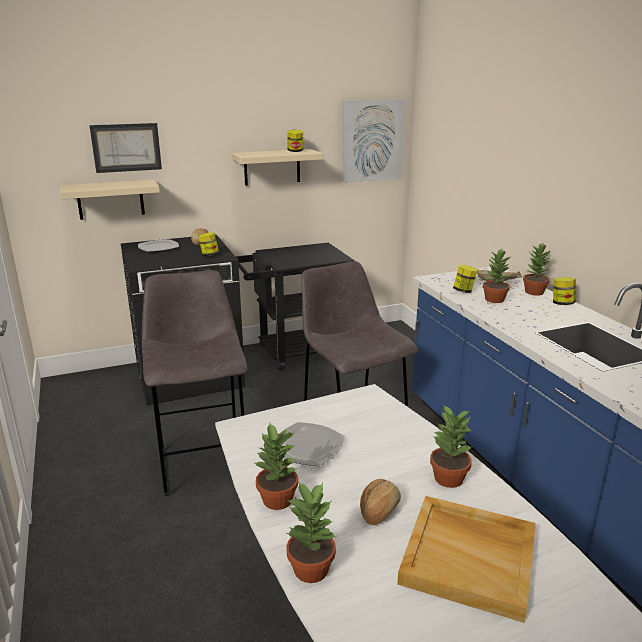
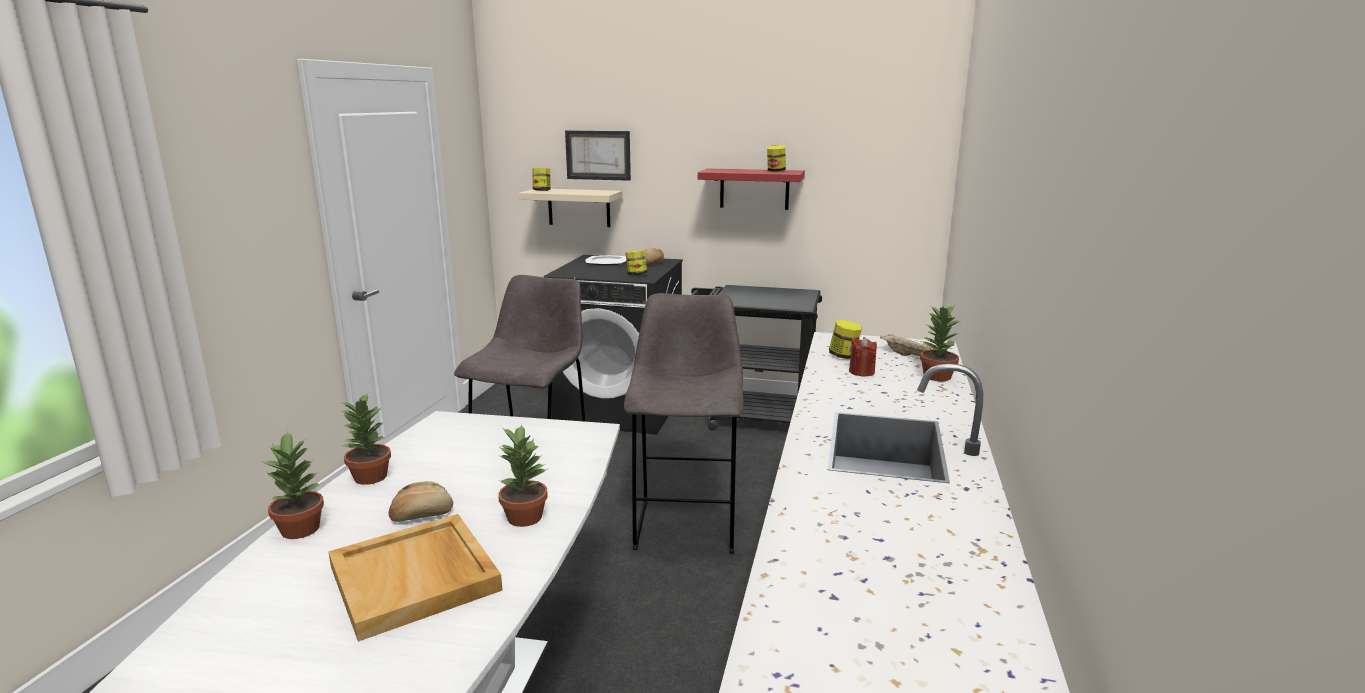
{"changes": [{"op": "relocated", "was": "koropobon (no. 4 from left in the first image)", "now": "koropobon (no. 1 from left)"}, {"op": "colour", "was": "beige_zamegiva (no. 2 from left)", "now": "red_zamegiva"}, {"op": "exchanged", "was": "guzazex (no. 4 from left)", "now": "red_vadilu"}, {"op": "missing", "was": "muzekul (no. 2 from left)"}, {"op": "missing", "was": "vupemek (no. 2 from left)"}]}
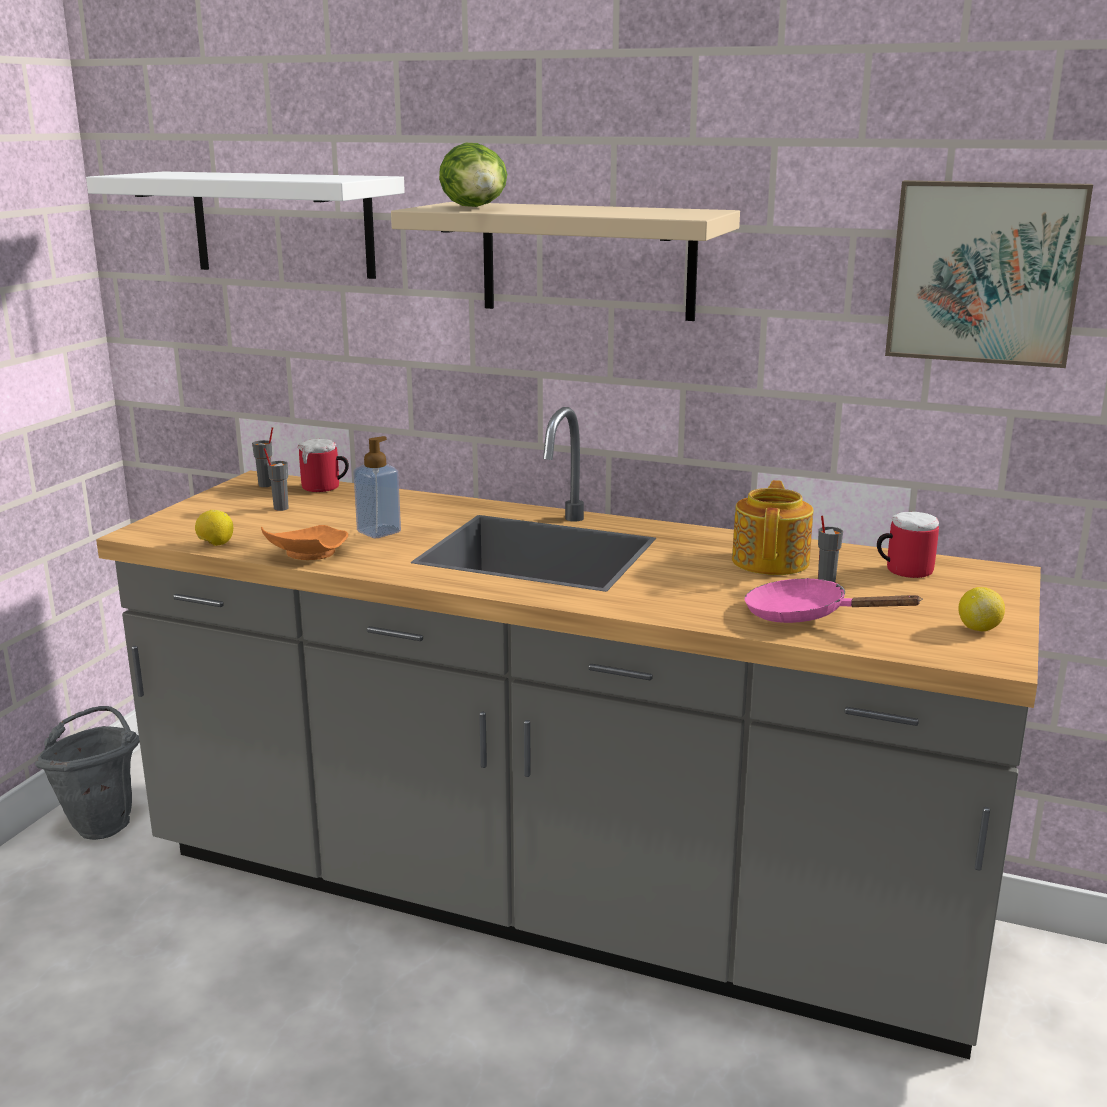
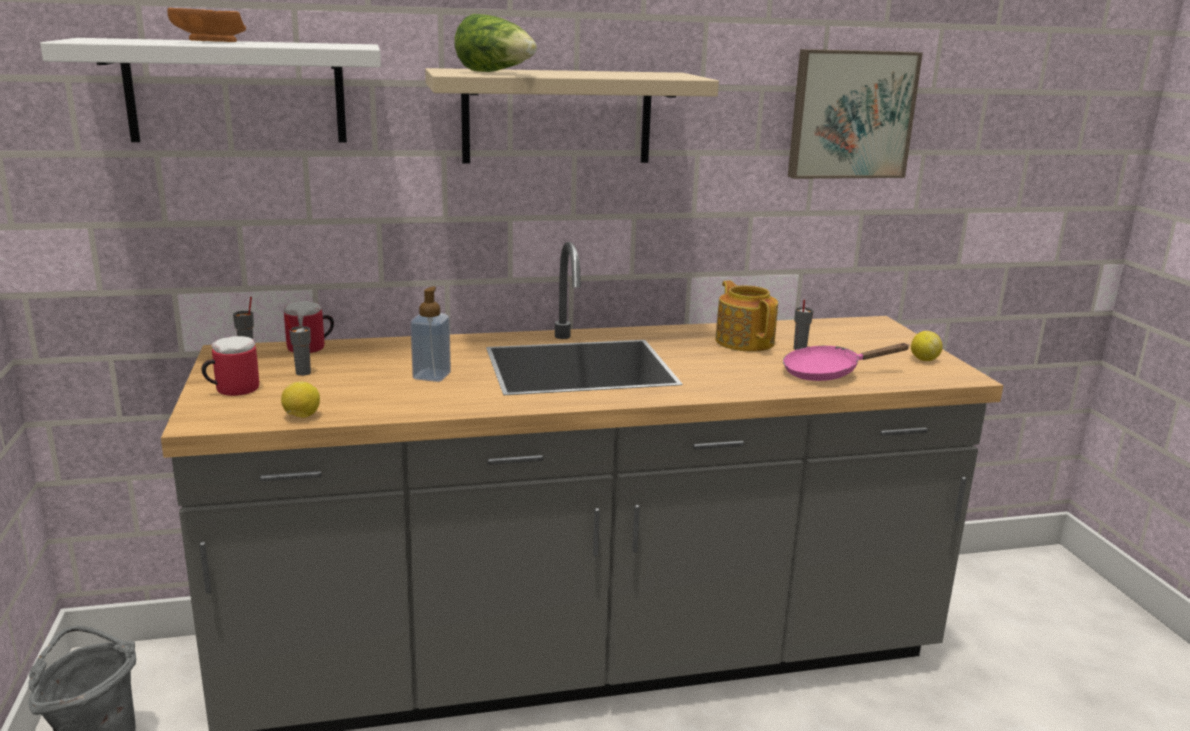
{"changes": [{"op": "relocated", "was": "orange_muzekul"}, {"op": "relocated", "was": "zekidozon (no. 2 from left in the first image)", "now": "zekidozon (no. 1 from left)"}]}
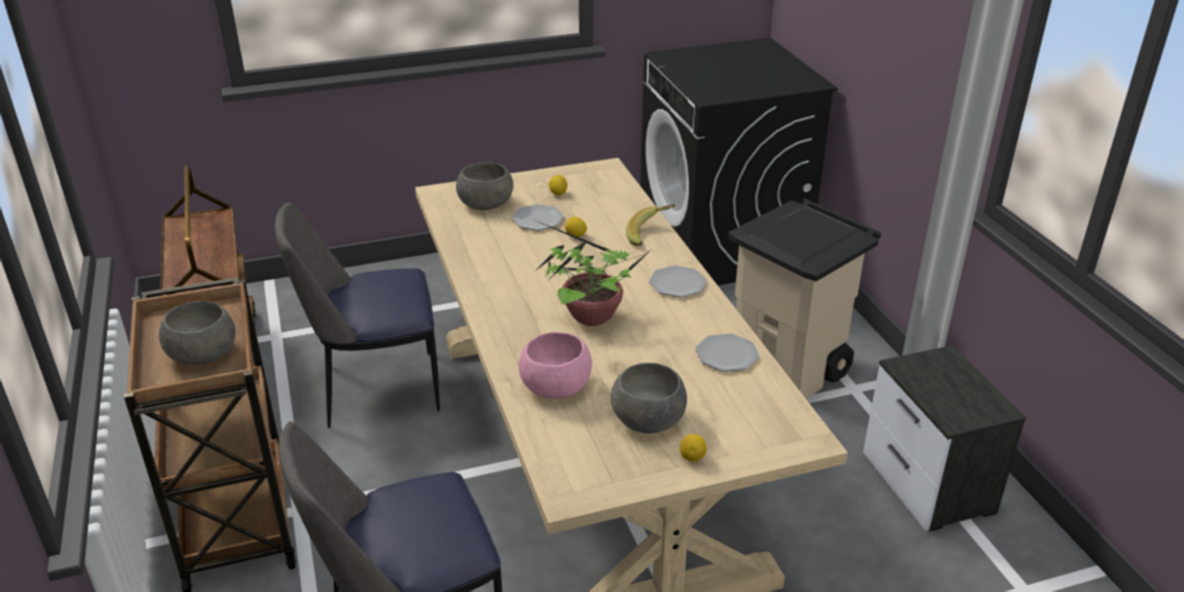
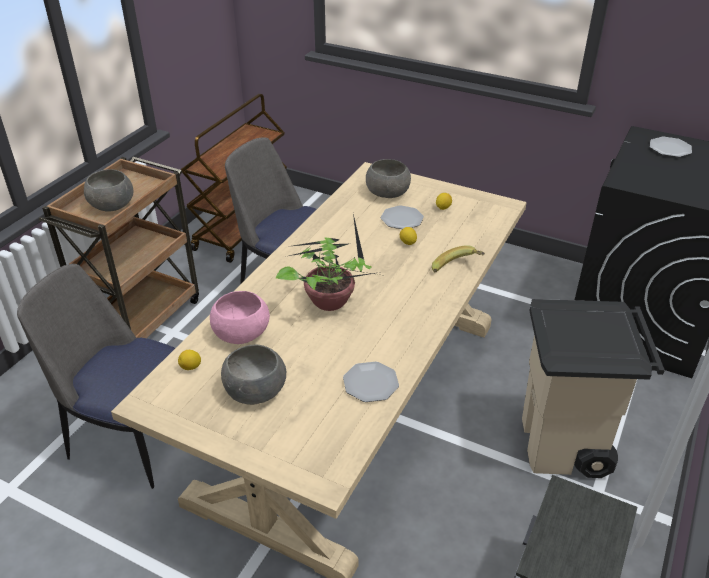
{"changes": [{"op": "relocated", "was": "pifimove (no. 3 from left in the first image)", "now": "pifimove (no. 1 from left)"}, {"op": "relocated", "was": "muzekul (no. 2 from left in the first image)", "now": "muzekul (no. 3 from left)"}]}
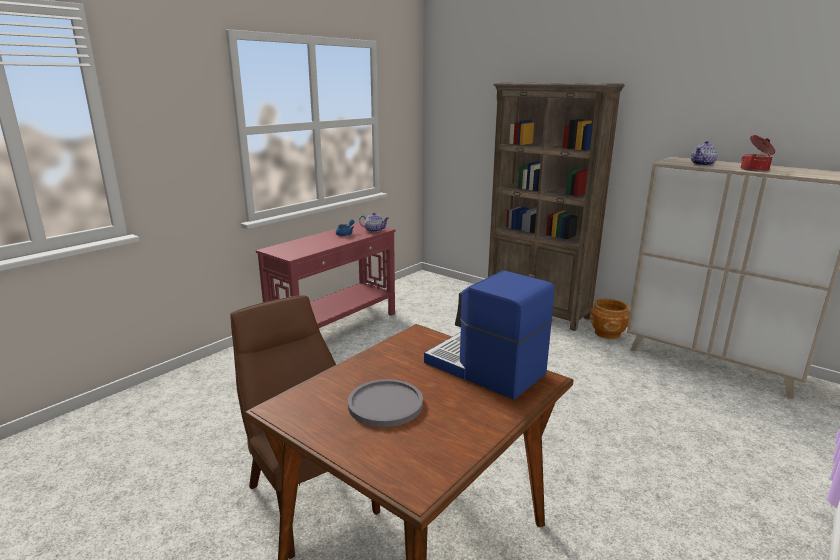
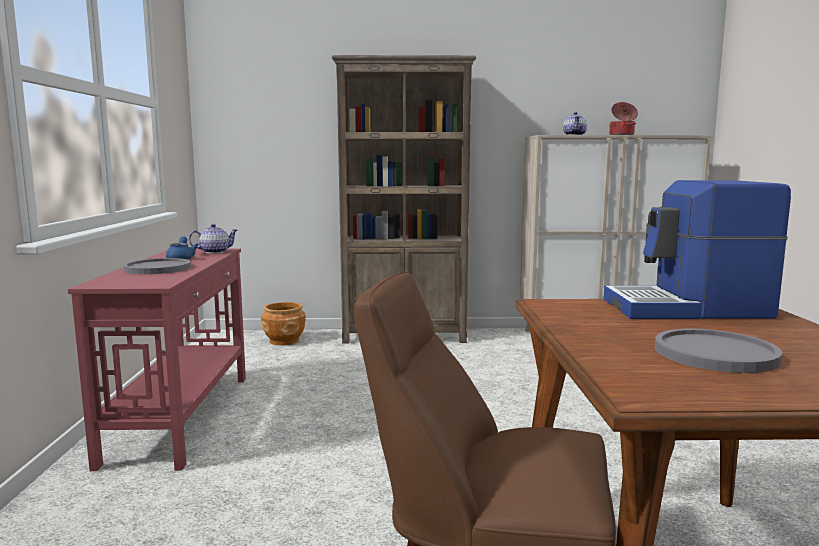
{"changes": [{"op": "appeared", "now": "grey_muzekul (no. 1 from left)"}, {"op": "relocated", "was": "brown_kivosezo"}]}
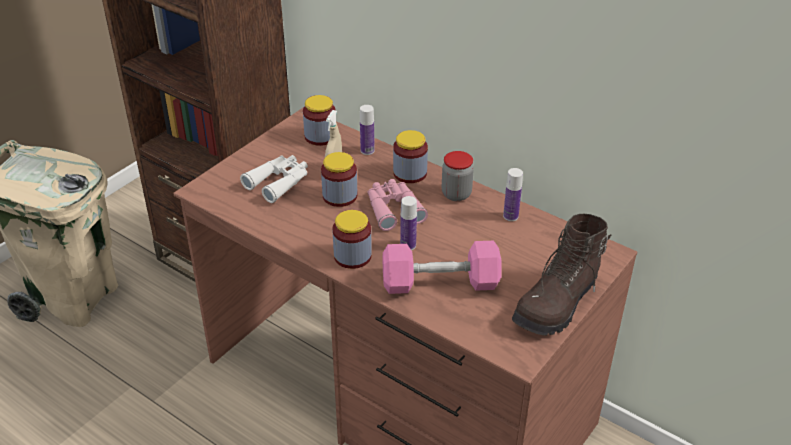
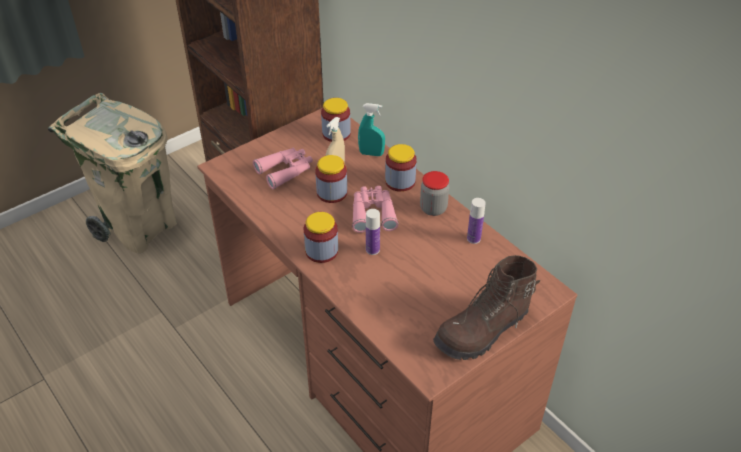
{"changes": [{"op": "colour", "was": "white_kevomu", "now": "pink_kevomu (no. 1 from left)"}, {"op": "exchanged", "was": "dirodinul (no. 1 from left)", "now": "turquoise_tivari"}, {"op": "missing", "was": "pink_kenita"}]}
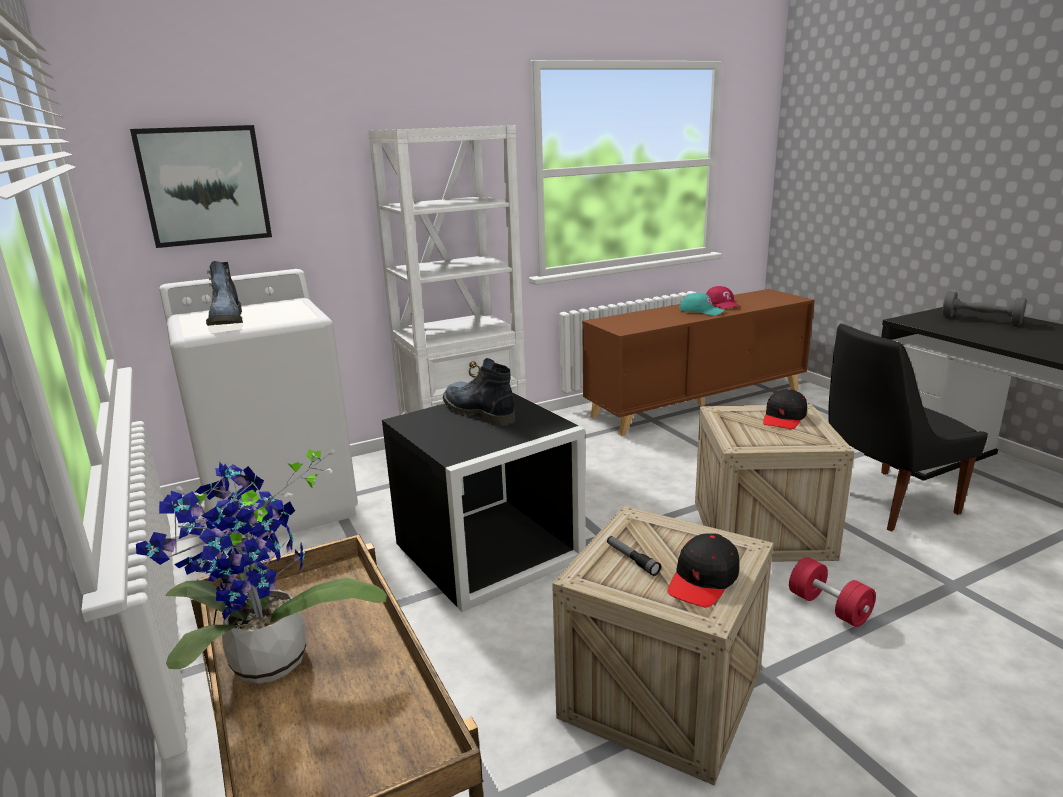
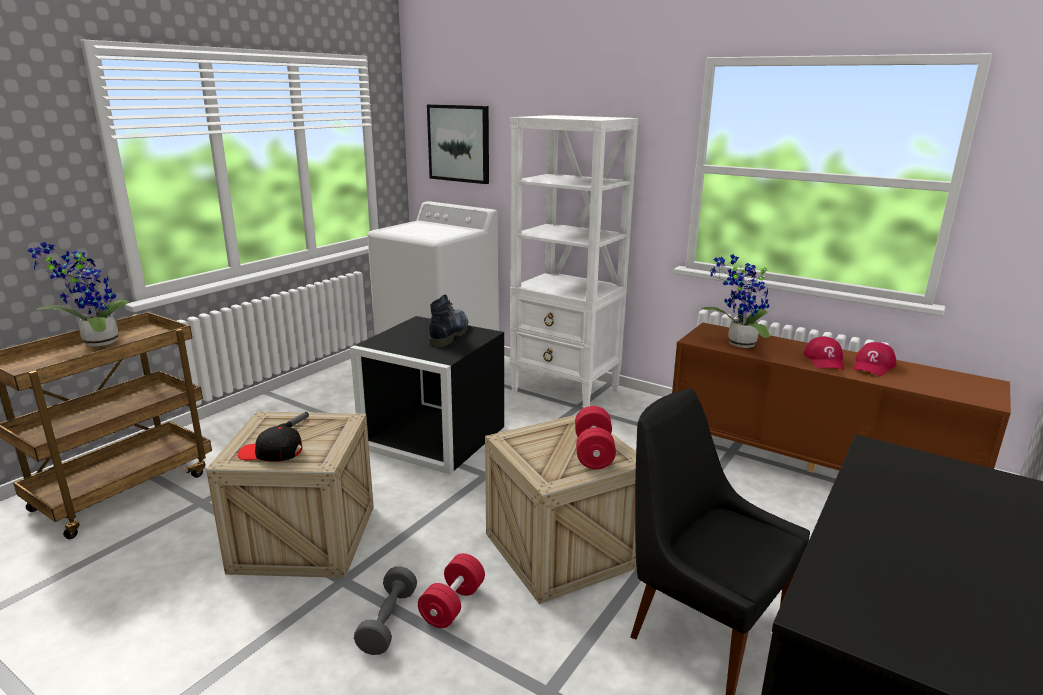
{"changes": [{"op": "relocated", "was": "grey_kenita"}, {"op": "exchanged", "was": "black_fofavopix (no. 2 from left)", "now": "red_kenita (no. 2 from left)"}, {"op": "appeared", "now": "guzazex (no. 2 from left)"}, {"op": "colour", "was": "turquoise_fofavopix", "now": "red_fofavopix (no. 1 from left)"}, {"op": "missing", "was": "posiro (no. 1 from left)"}]}
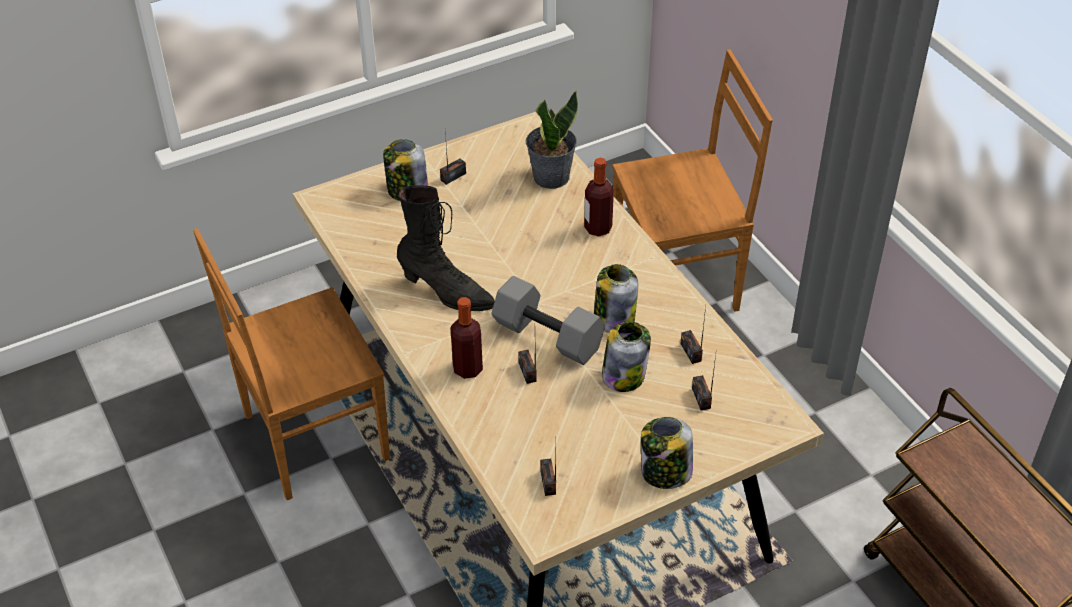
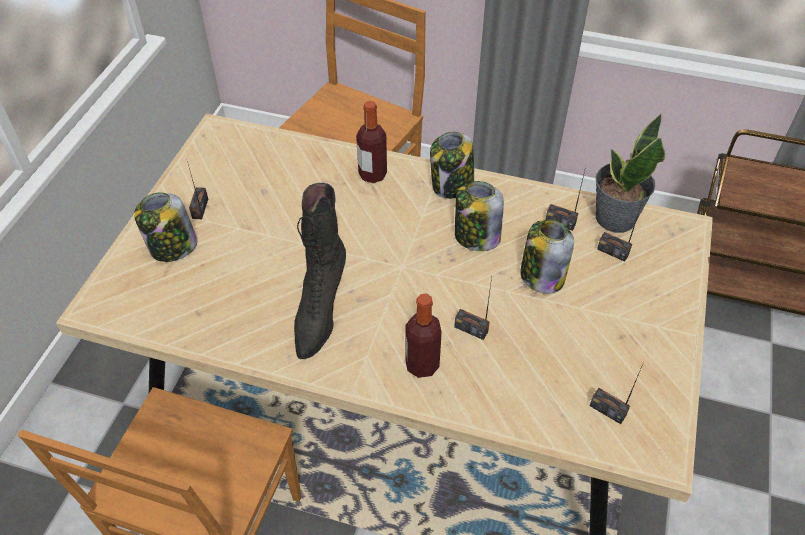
{"changes": [{"op": "spun", "was": "black_posiro", "clockwise": 120}, {"op": "relocated", "was": "koropobon (no. 4 from left in the first image)", "now": "koropobon (no. 2 from left)"}, {"op": "relocated", "was": "guzazex"}, {"op": "missing", "was": "grey_kenita"}]}
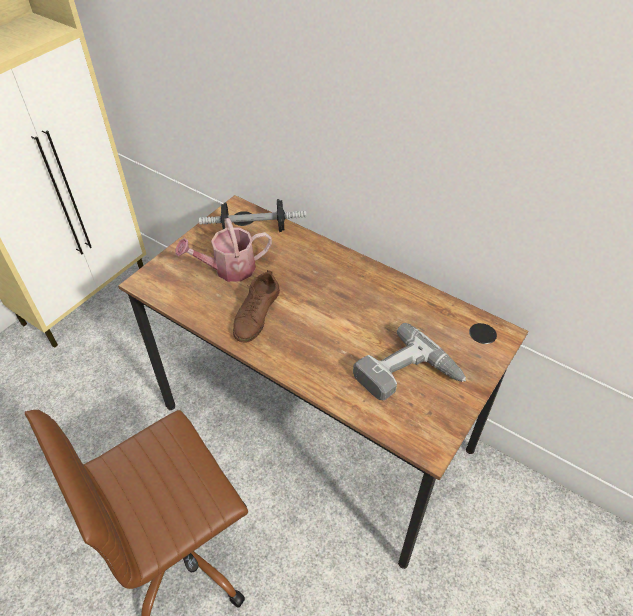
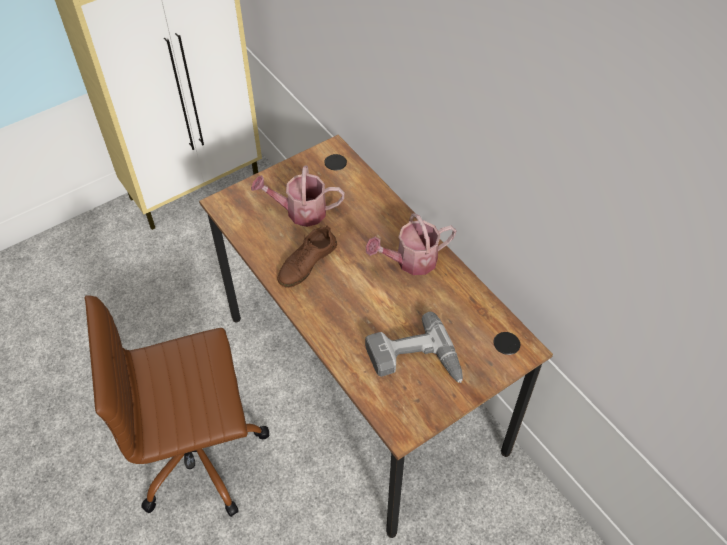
{"changes": [{"op": "appeared", "now": "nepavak (no. 2 from left)"}, {"op": "missing", "was": "kenita"}]}
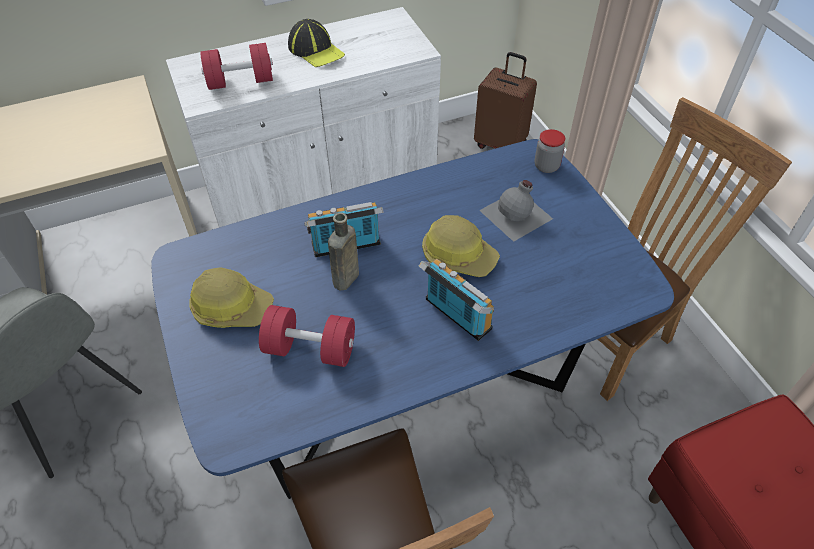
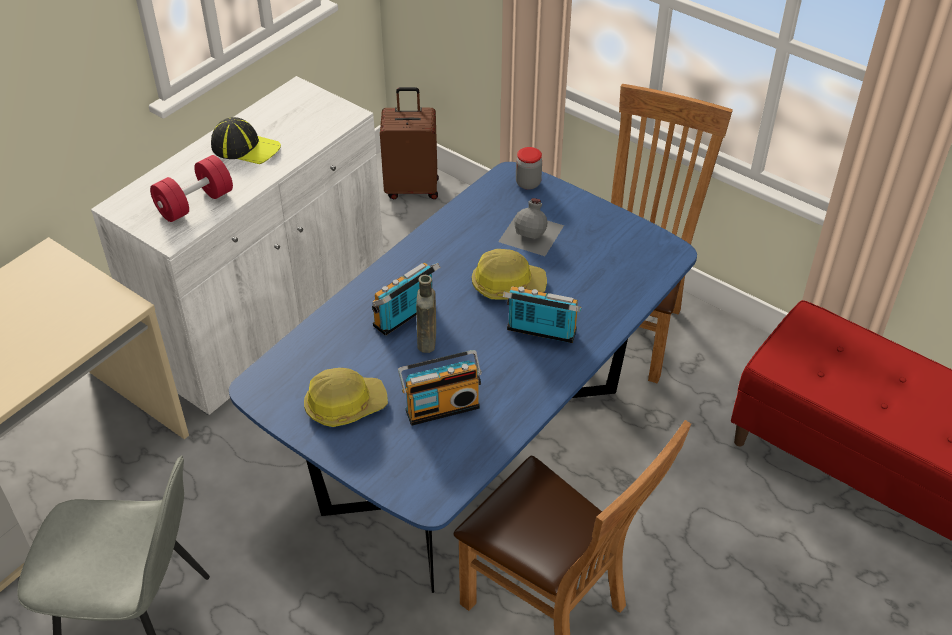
{"changes": [{"op": "exchanged", "was": "red_kenita (no. 2 from left)", "now": "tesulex (no. 2 from left)"}]}
